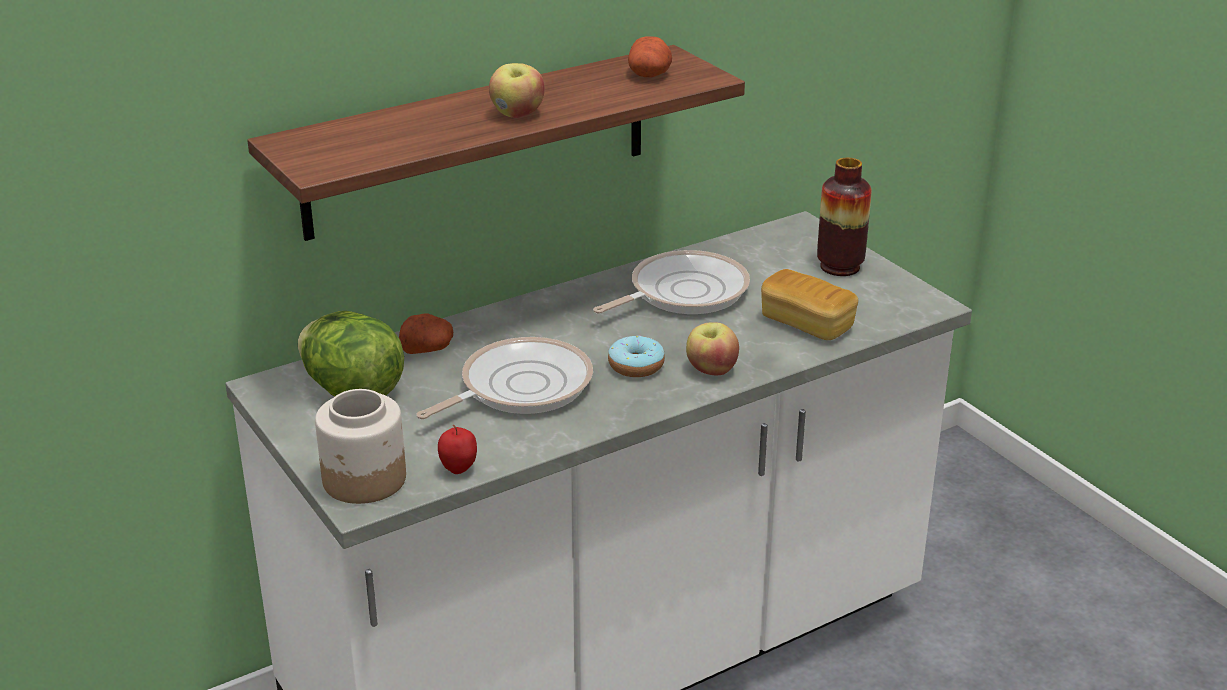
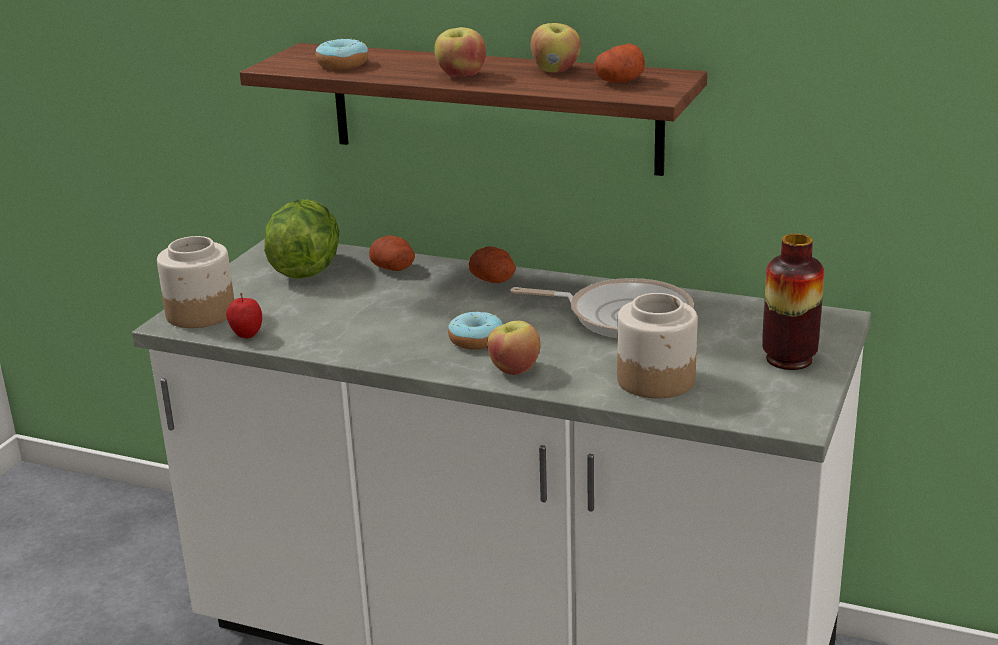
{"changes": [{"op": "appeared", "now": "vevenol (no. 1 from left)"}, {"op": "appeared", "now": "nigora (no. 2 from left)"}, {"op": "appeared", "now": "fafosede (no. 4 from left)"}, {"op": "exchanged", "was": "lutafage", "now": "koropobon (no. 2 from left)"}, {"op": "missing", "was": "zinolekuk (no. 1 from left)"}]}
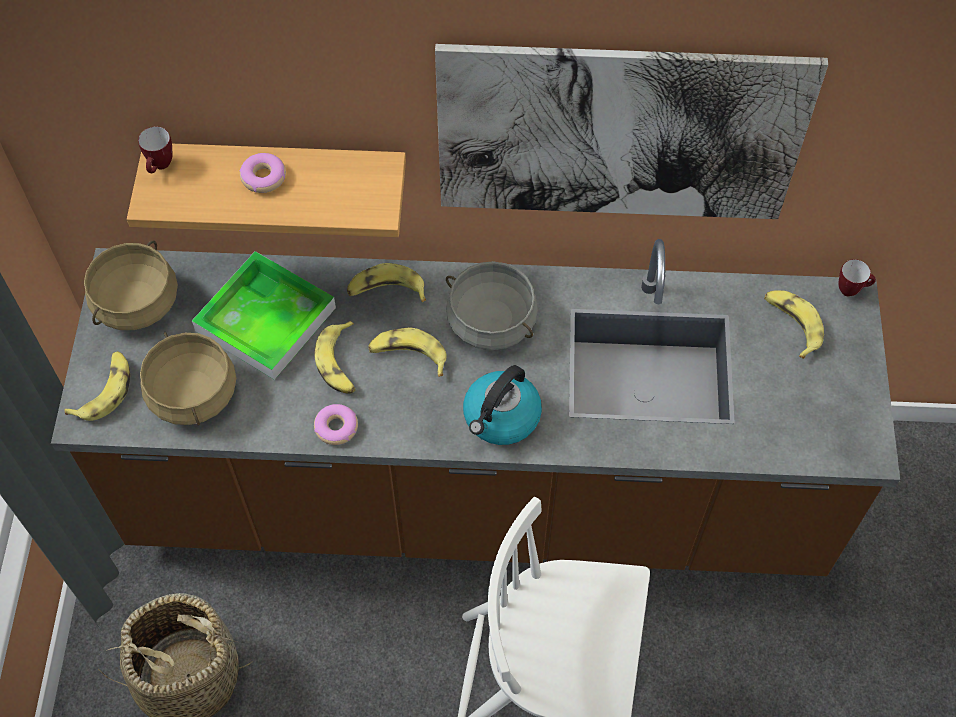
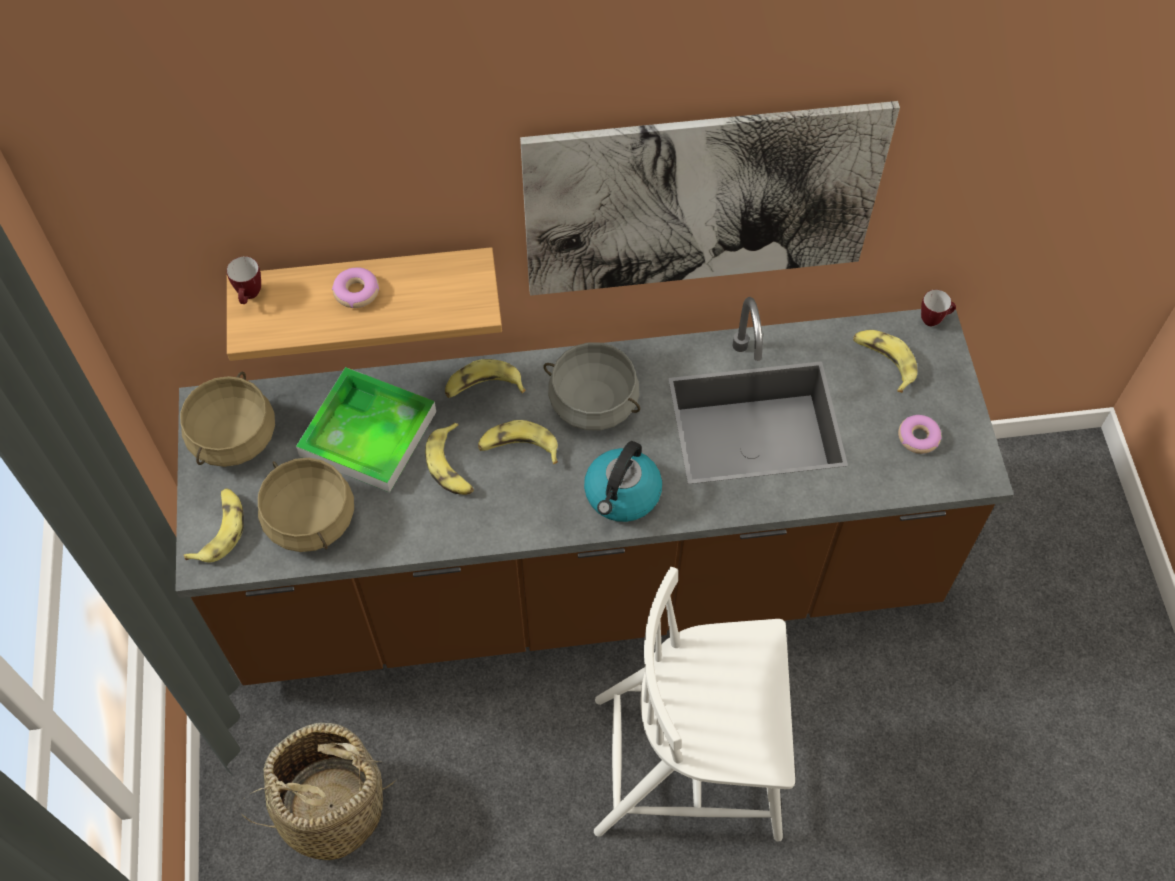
{"changes": [{"op": "relocated", "was": "vevenol (no. 2 from left)"}]}
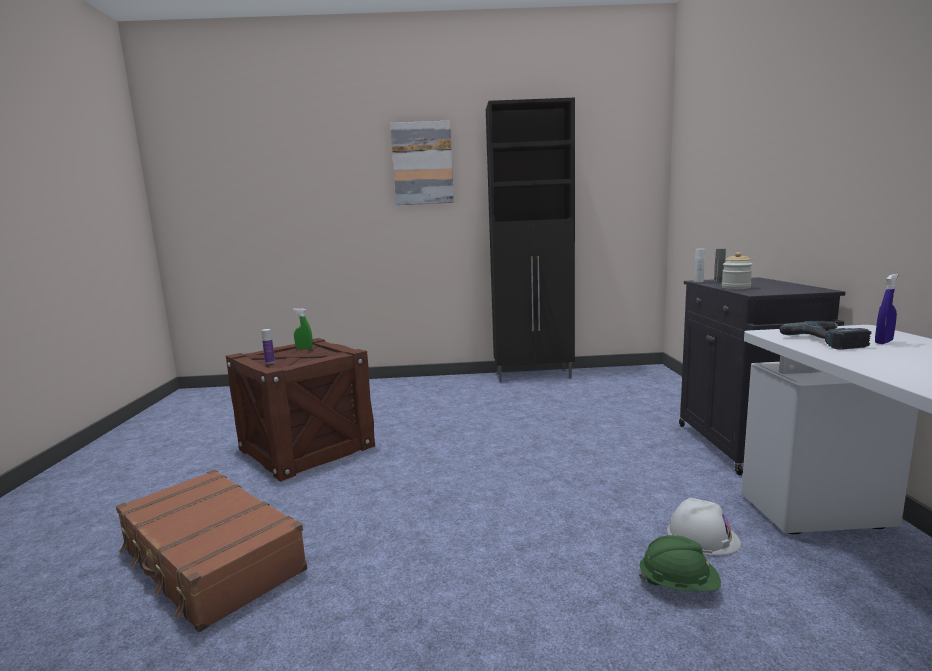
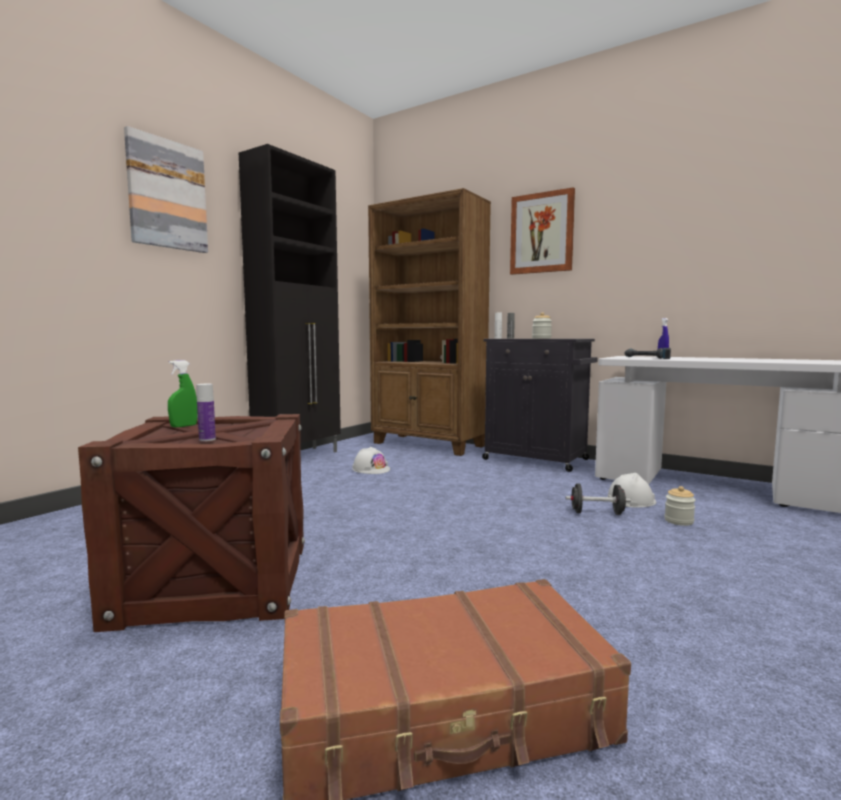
{"changes": [{"op": "appeared", "now": "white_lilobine (no. 1 from left)"}, {"op": "appeared", "now": "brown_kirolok"}, {"op": "appeared", "now": "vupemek (no. 2 from left)"}, {"op": "appeared", "now": "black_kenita"}, {"op": "exchanged", "was": "green_lilobine", "now": "koropobon (no. 2 from left)"}]}
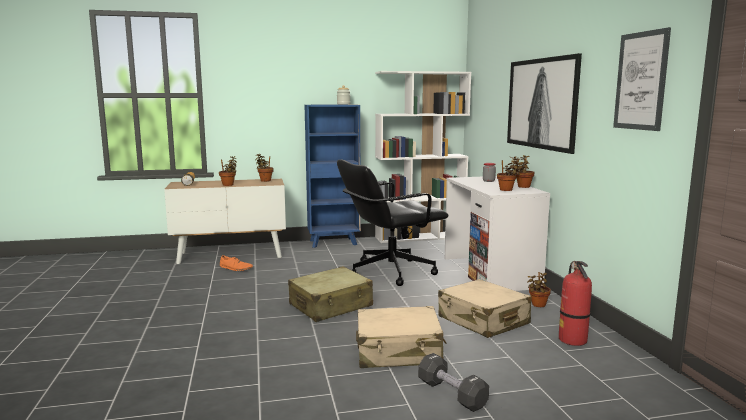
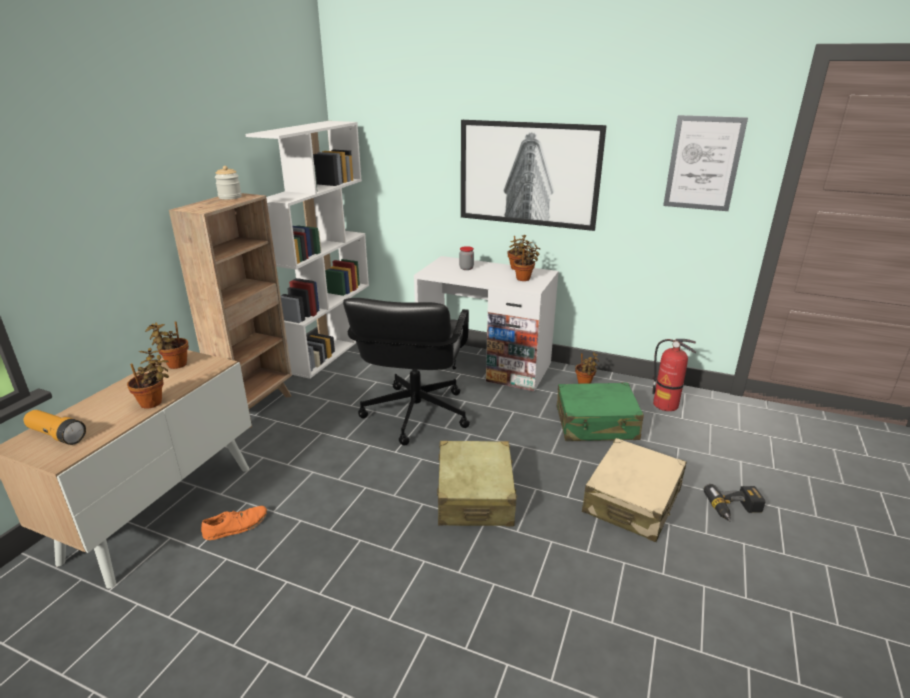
{"changes": [{"op": "colour", "was": "blue_kirolok", "now": "brown_kirolok"}, {"op": "colour", "was": "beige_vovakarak (no. 3 from left)", "now": "green_vovakarak"}, {"op": "exchanged", "was": "black_kenita", "now": "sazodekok"}]}
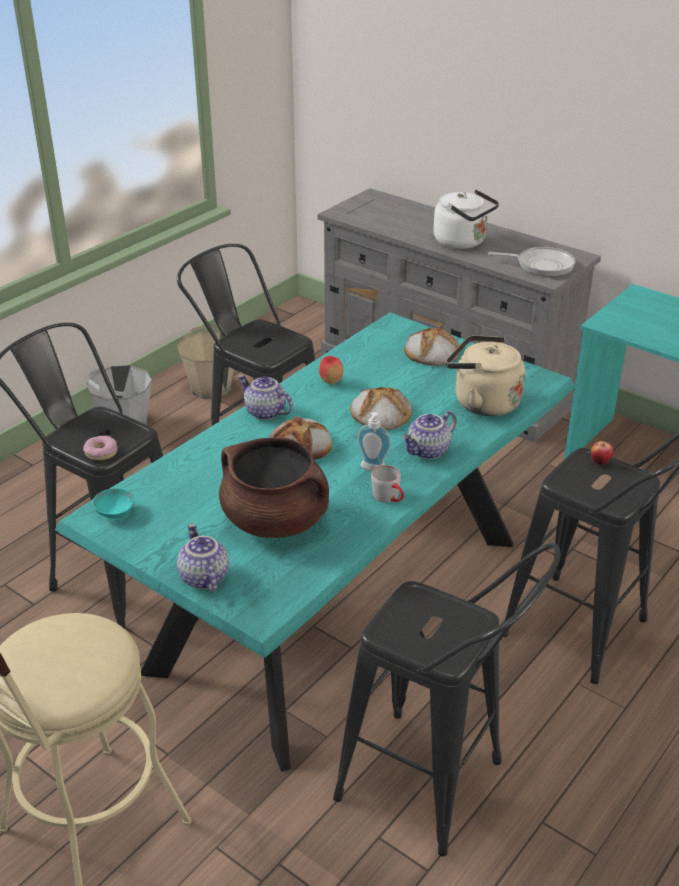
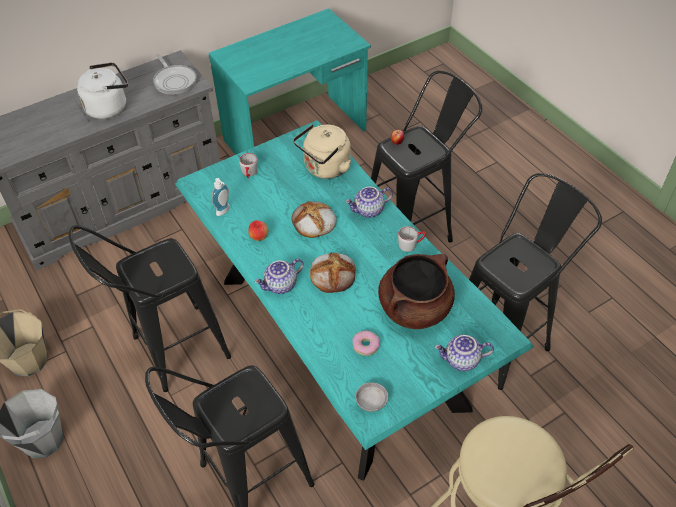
{"changes": [{"op": "spun", "was": "zinolekuk", "clockwise": 120}, {"op": "relocated", "was": "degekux"}, {"op": "exchanged", "was": "lutafage (no. 3 from left)", "now": "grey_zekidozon (no. 1 from left)"}, {"op": "spun", "was": "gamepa (no. 3 from left in the first image)", "clockwise": 90}, {"op": "relocated", "was": "vevenol"}, {"op": "colour", "was": "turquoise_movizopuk", "now": "grey_movizopuk"}]}
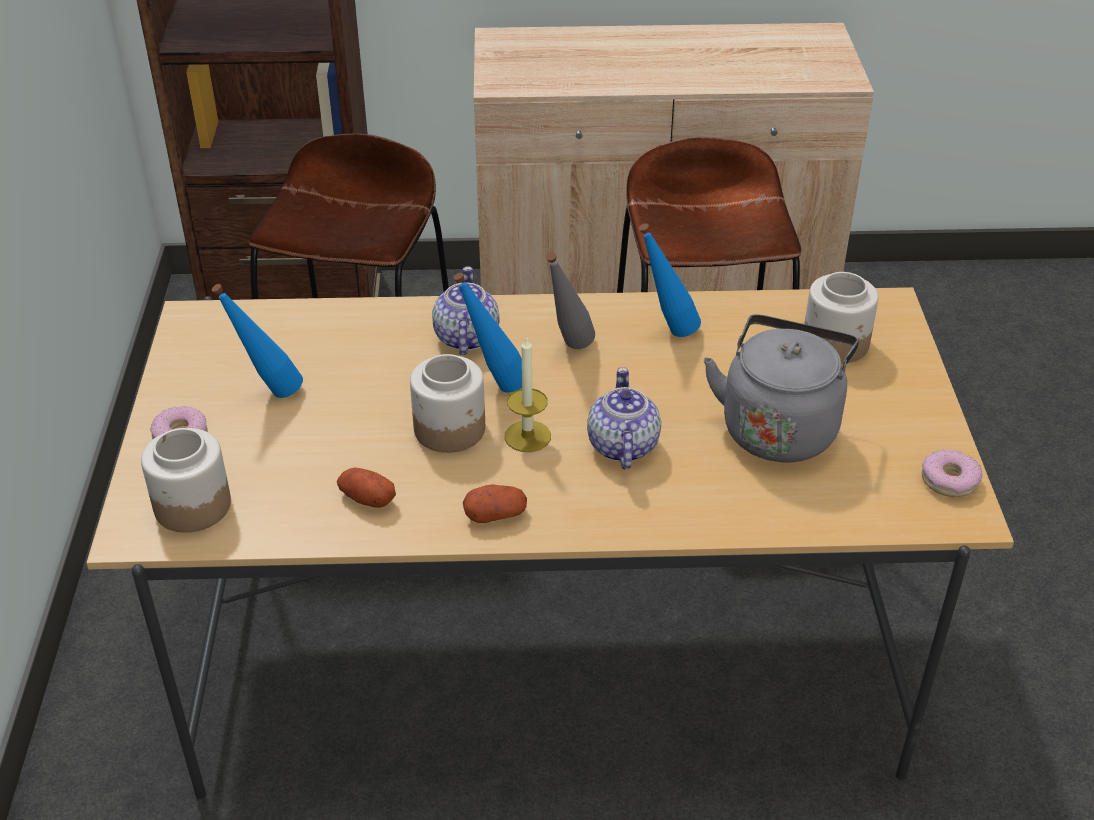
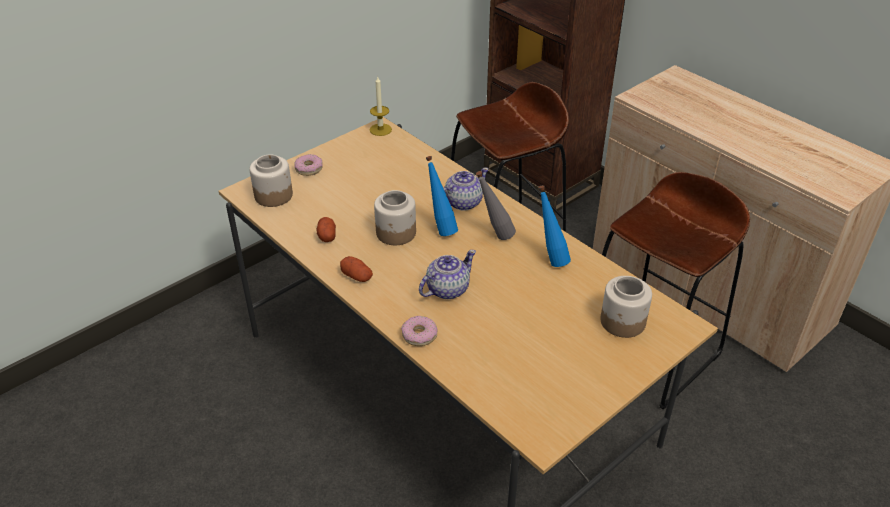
{"changes": [{"op": "relocated", "was": "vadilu"}, {"op": "relocated", "was": "vevenol (no. 2 from left)"}, {"op": "missing", "was": "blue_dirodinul (no. 1 from left)"}, {"op": "missing", "was": "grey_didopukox"}]}
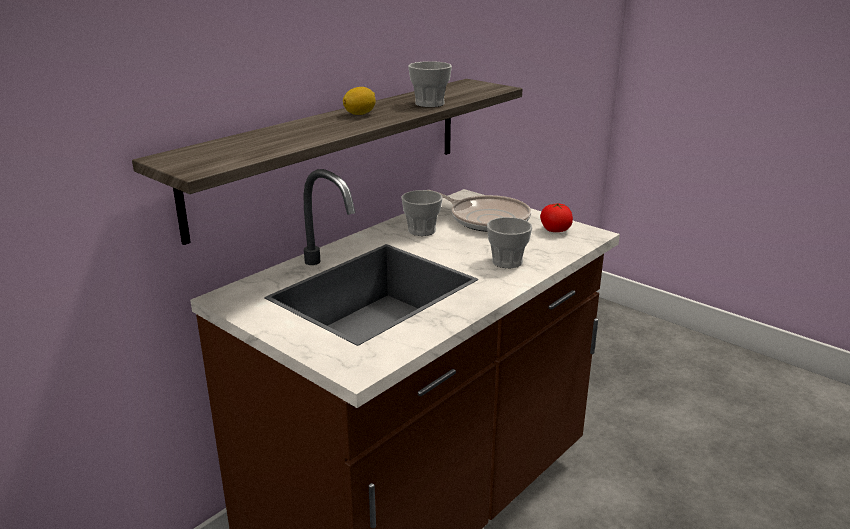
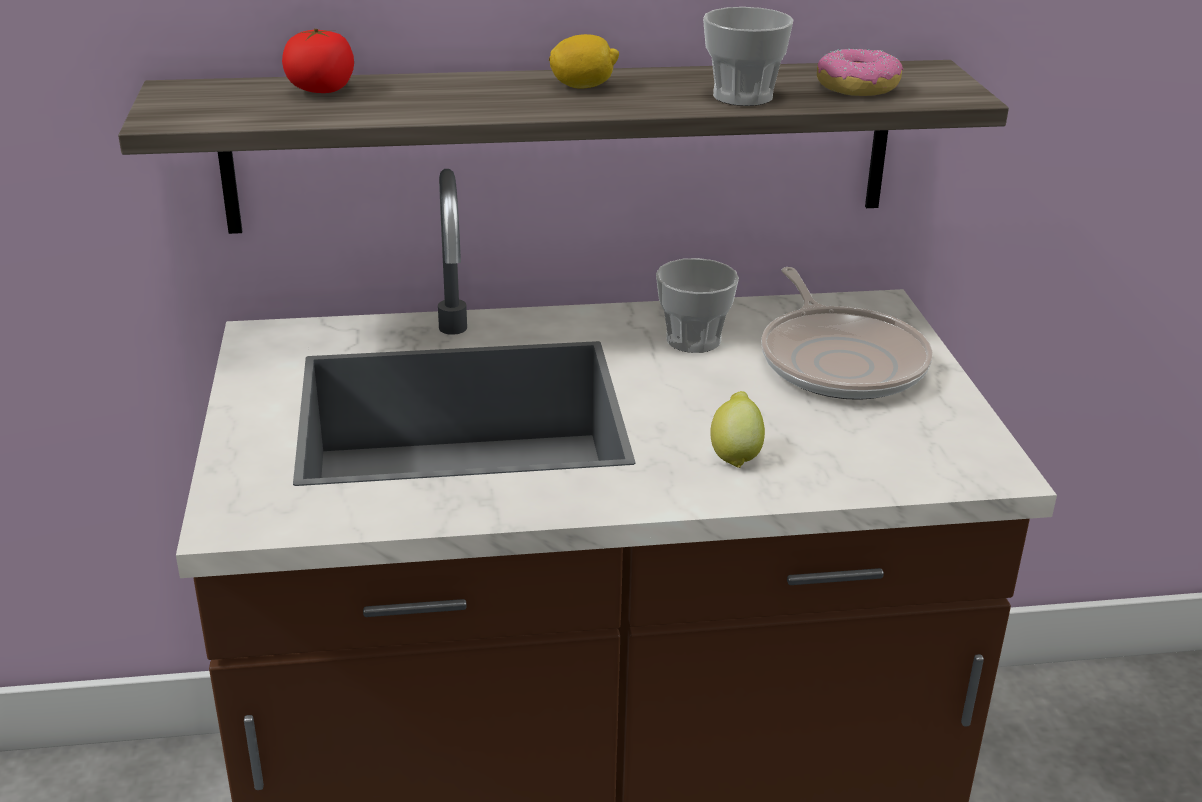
{"changes": [{"op": "relocated", "was": "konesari"}, {"op": "exchanged", "was": "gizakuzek (no. 3 from left)", "now": "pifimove (no. 2 from left)"}, {"op": "appeared", "now": "vevenol"}]}
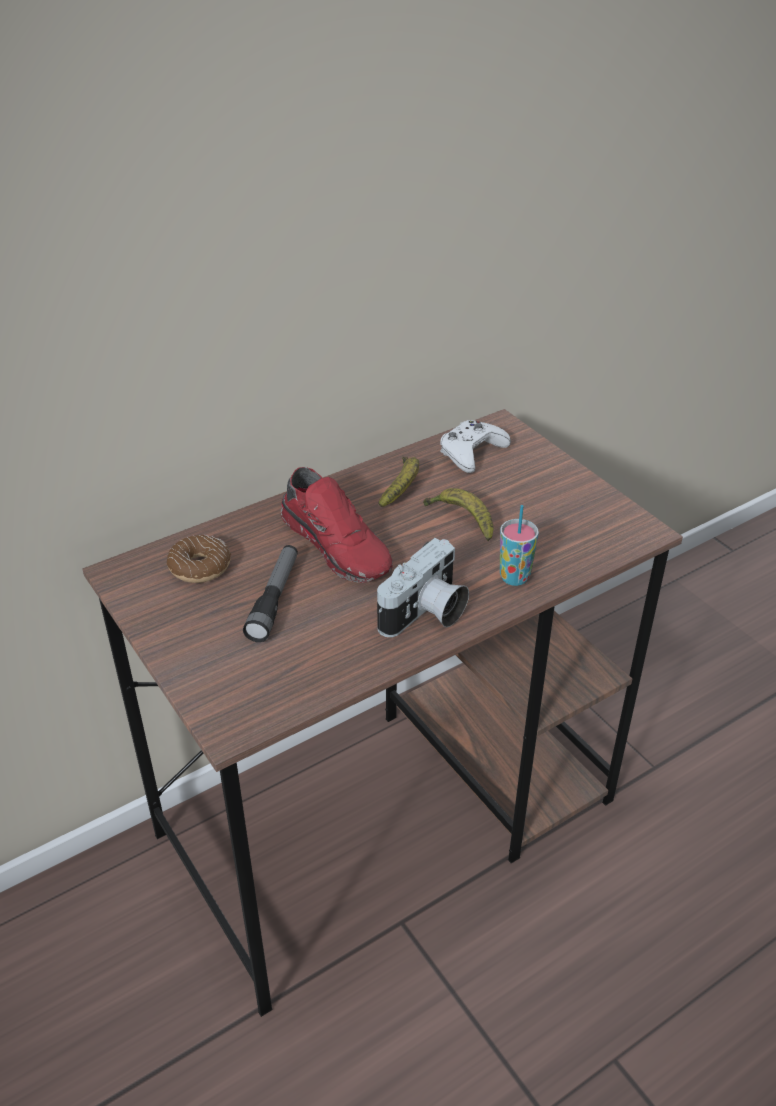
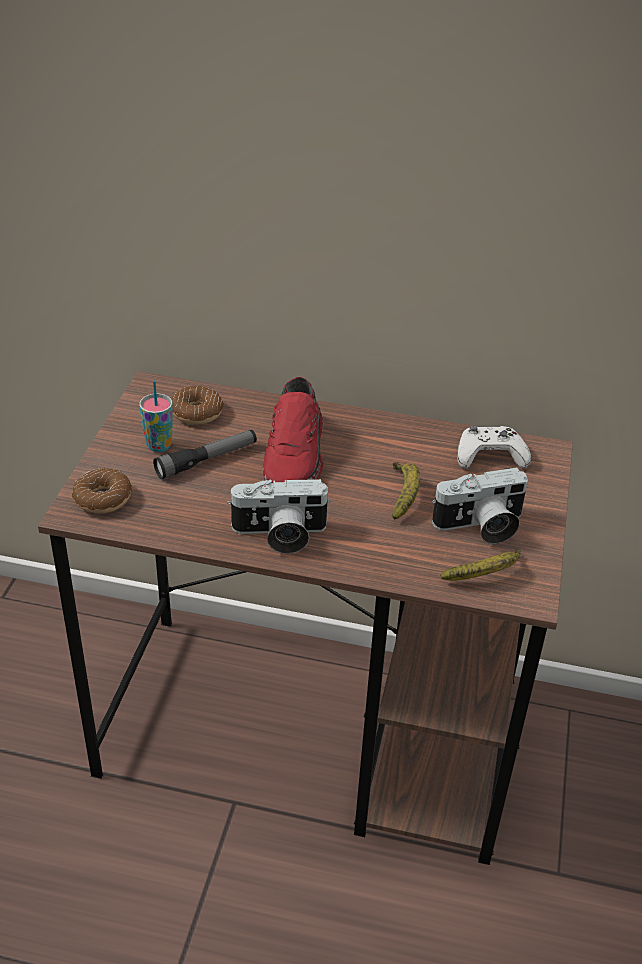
{"changes": [{"op": "appeared", "now": "vevenol (no. 1 from left)"}, {"op": "relocated", "was": "gizakuzek"}, {"op": "appeared", "now": "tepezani (no. 2 from left)"}, {"op": "relocated", "was": "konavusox (no. 1 from left in the first image)", "now": "konavusox (no. 2 from left)"}]}
